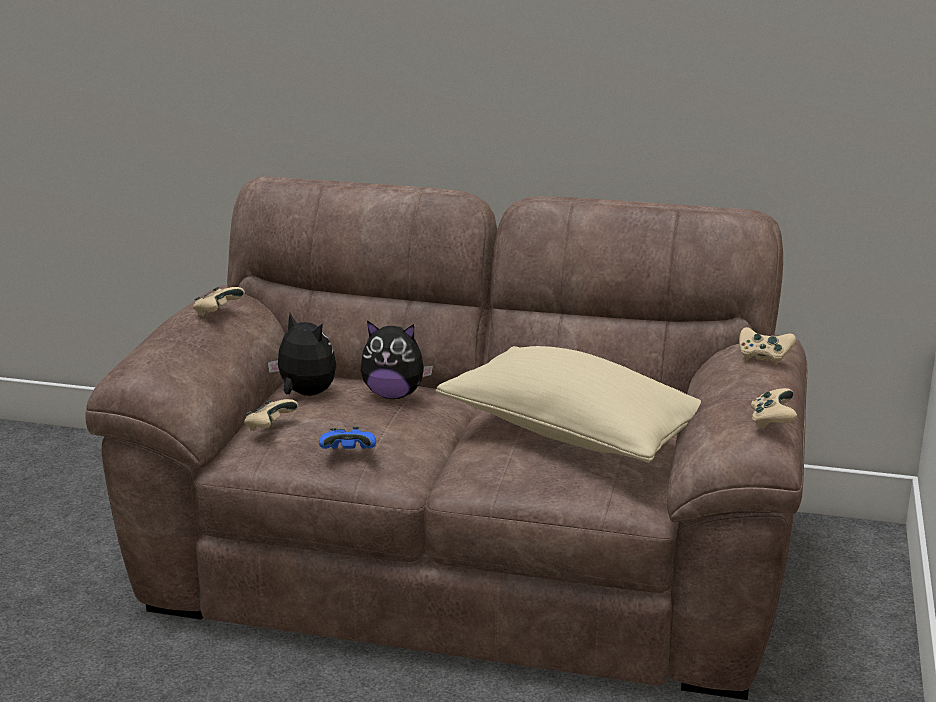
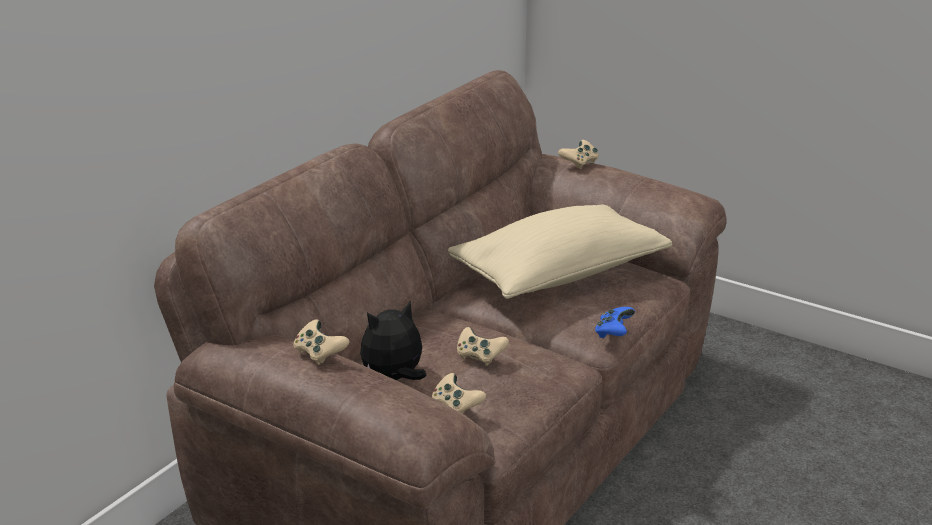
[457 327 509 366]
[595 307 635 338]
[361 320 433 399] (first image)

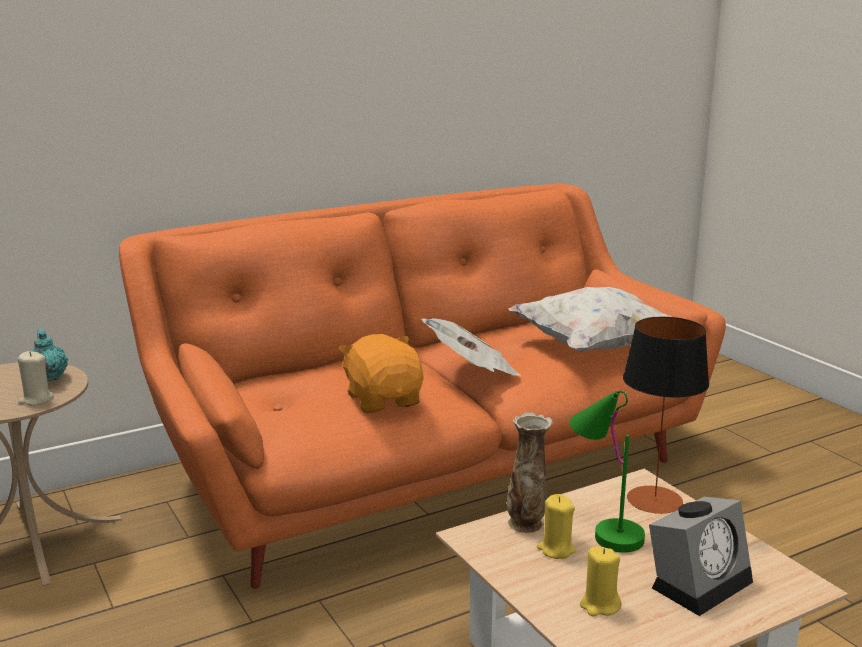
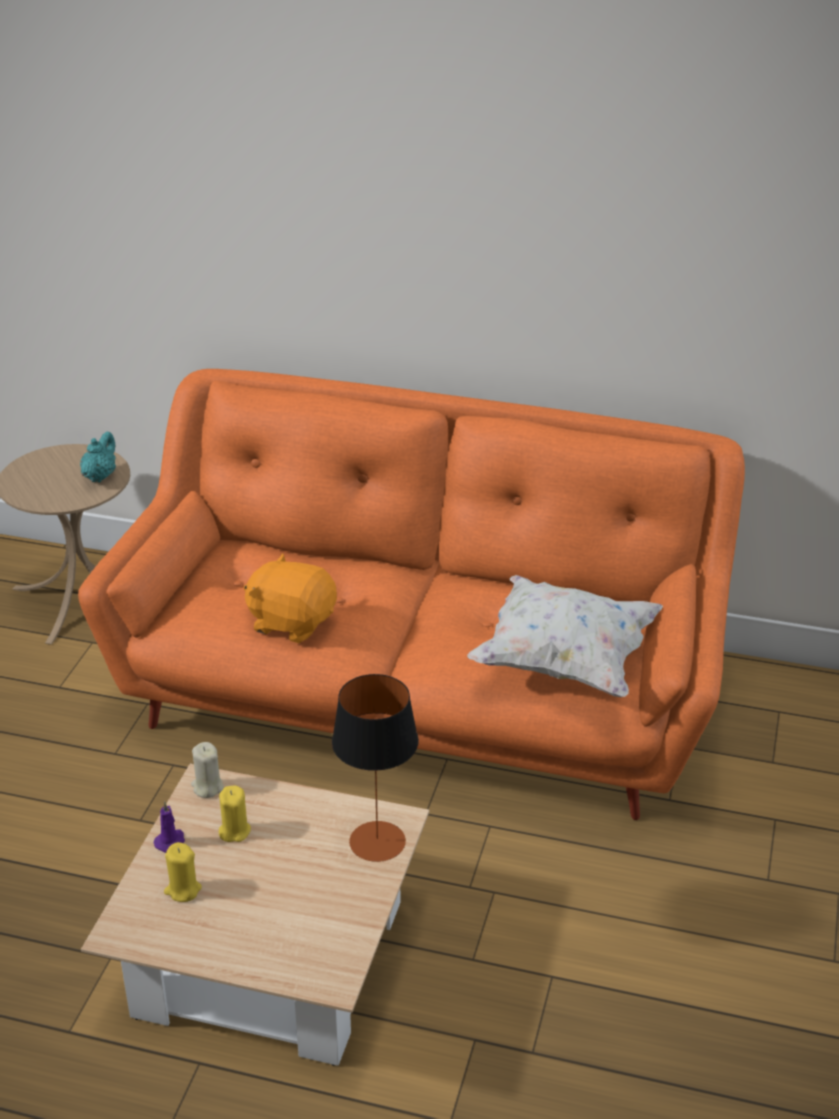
[154 801 185 853]
[191 742 224 798]
[244 553 337 643]
[422 318 522 376] (first image)
[507 412 553 533] (first image)
[569 391 645 553] (first image)
[649 497 753 616] (first image)

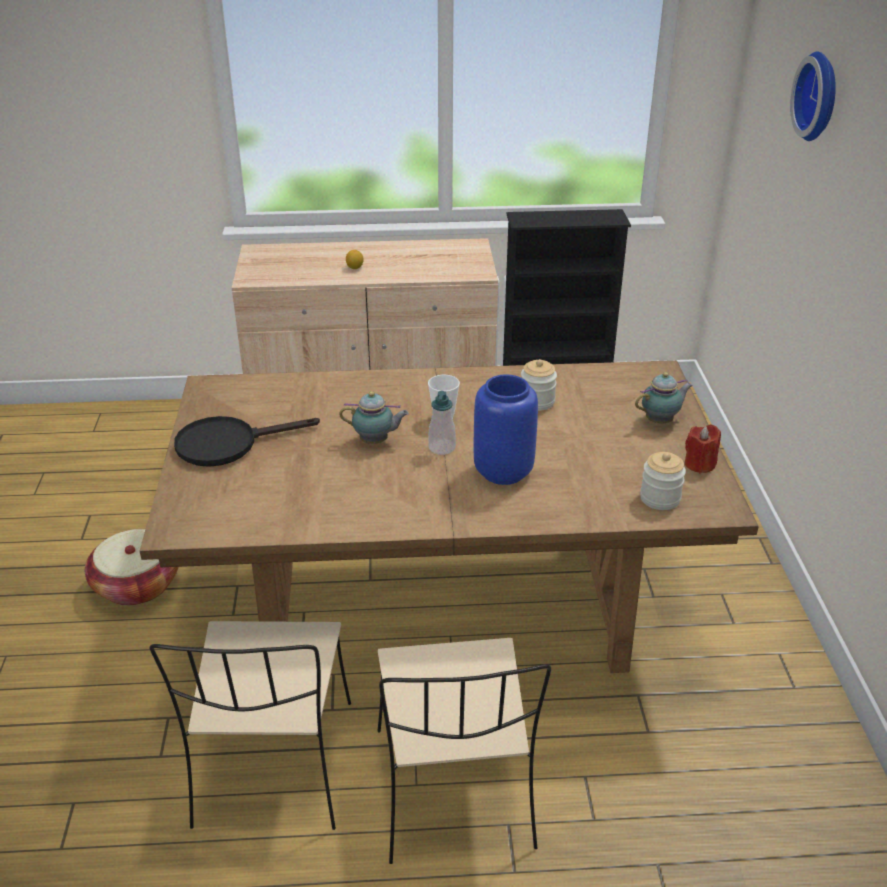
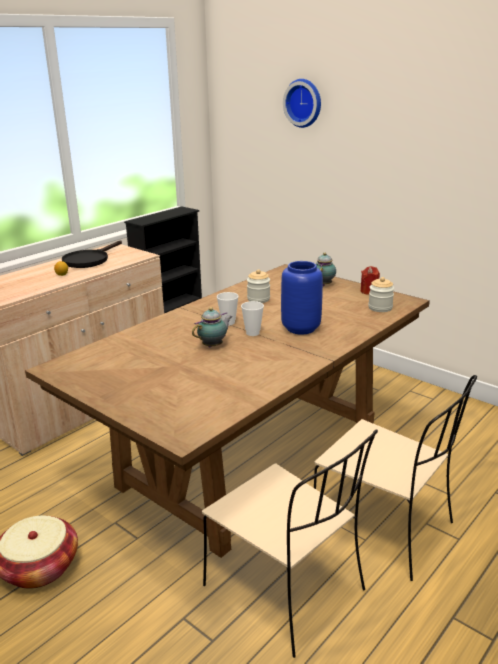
[62 240 122 268]
[241 301 264 336]

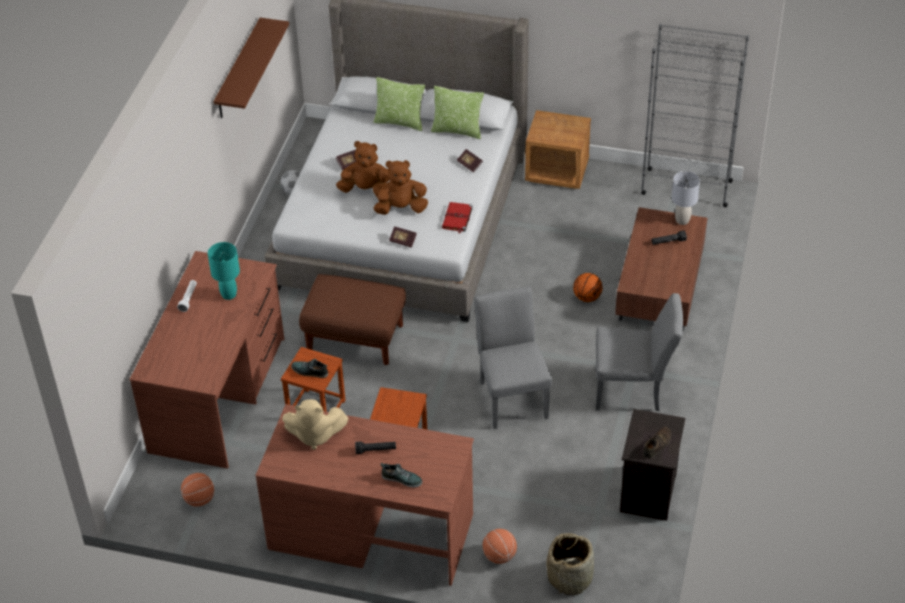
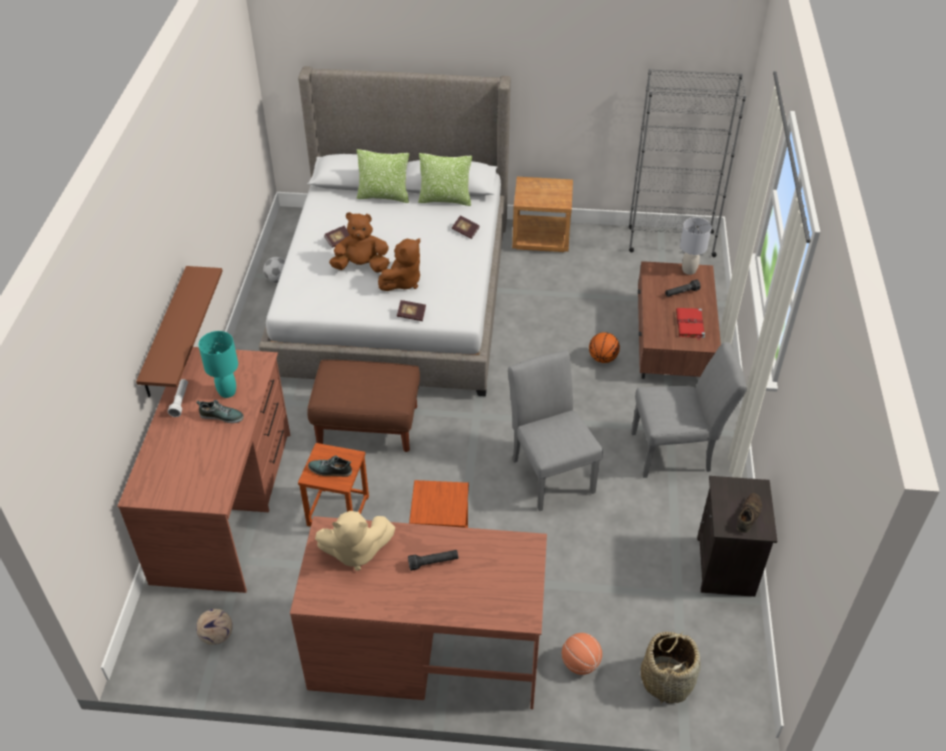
[136 266 223 397]
[196 400 244 423]
[196 609 233 645]
[378 238 420 291]
[676 308 705 340]

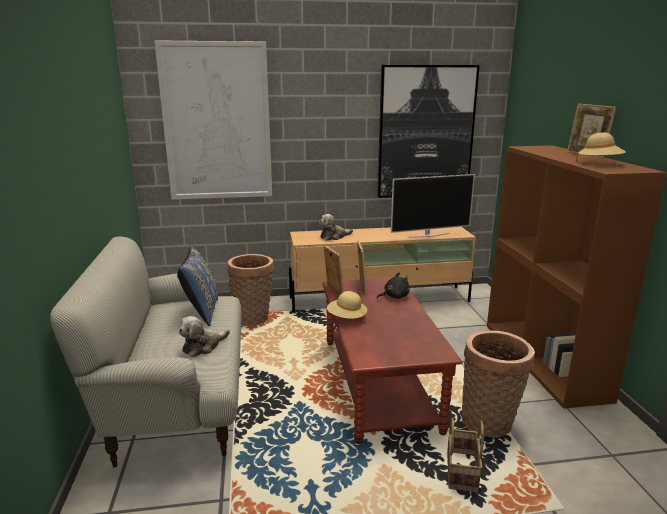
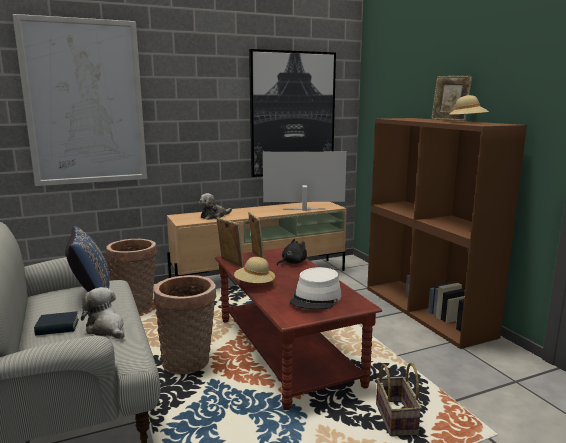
[34 311 79 336]
[81 287 125 339]
[154 275 216 374]
[263 152 347 211]
[290 267 342 310]

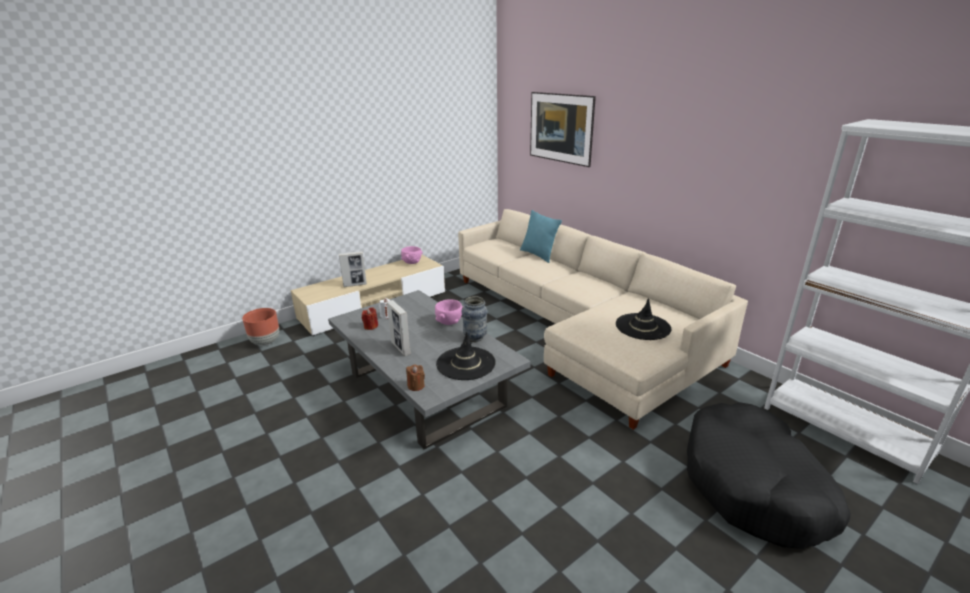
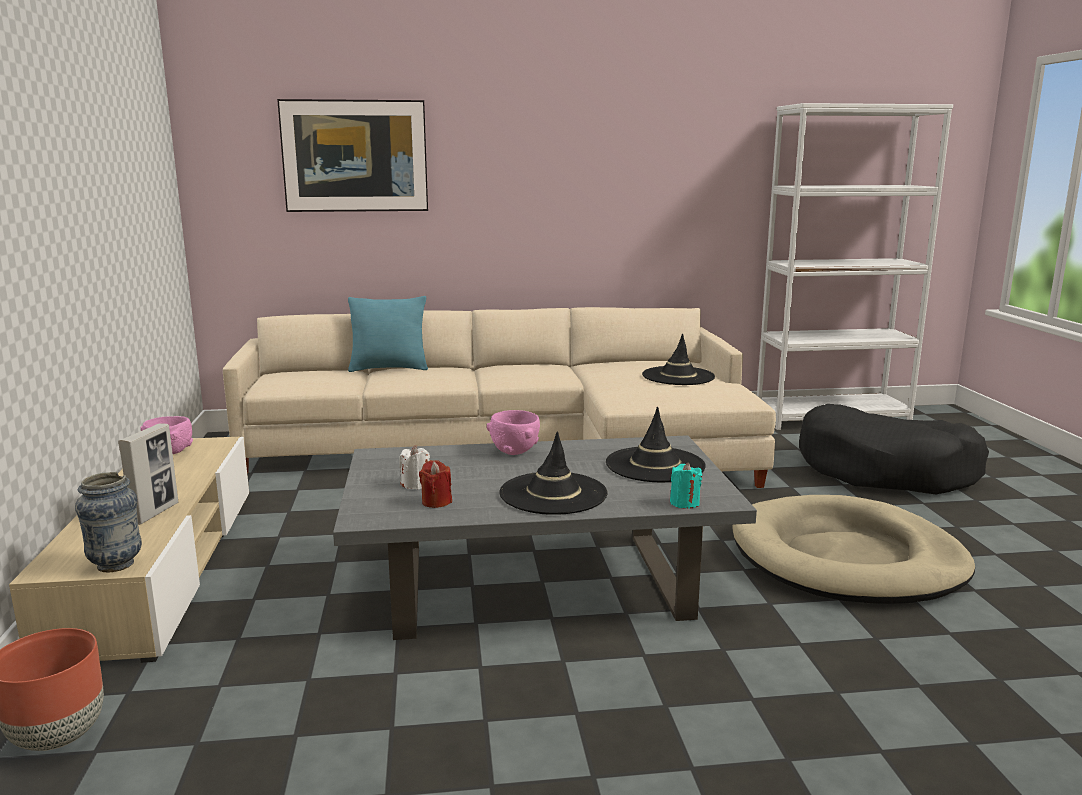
[75 472 142 572]
[499 431 607 515]
[670 463 702 509]
[732 495 975 604]

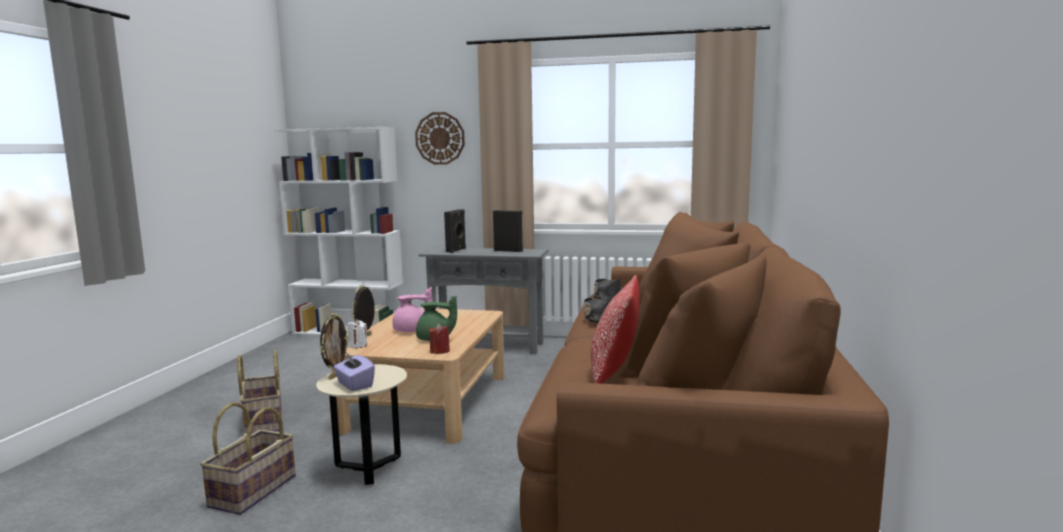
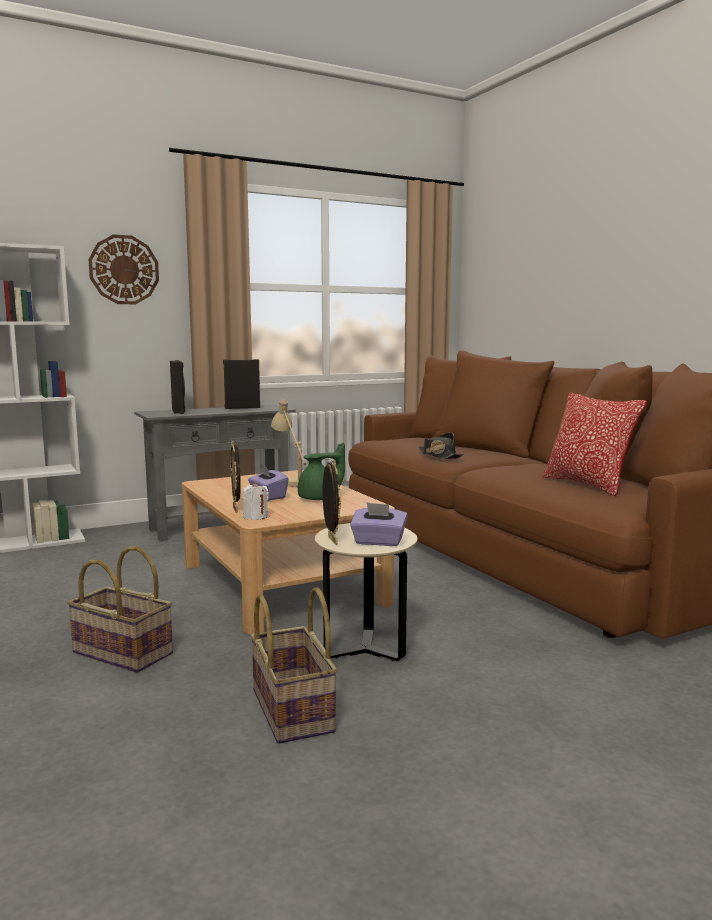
[248 464 288 501]
[271 400 306 487]
[429 323 450 354] (first image)
[592 278 623 300] (first image)

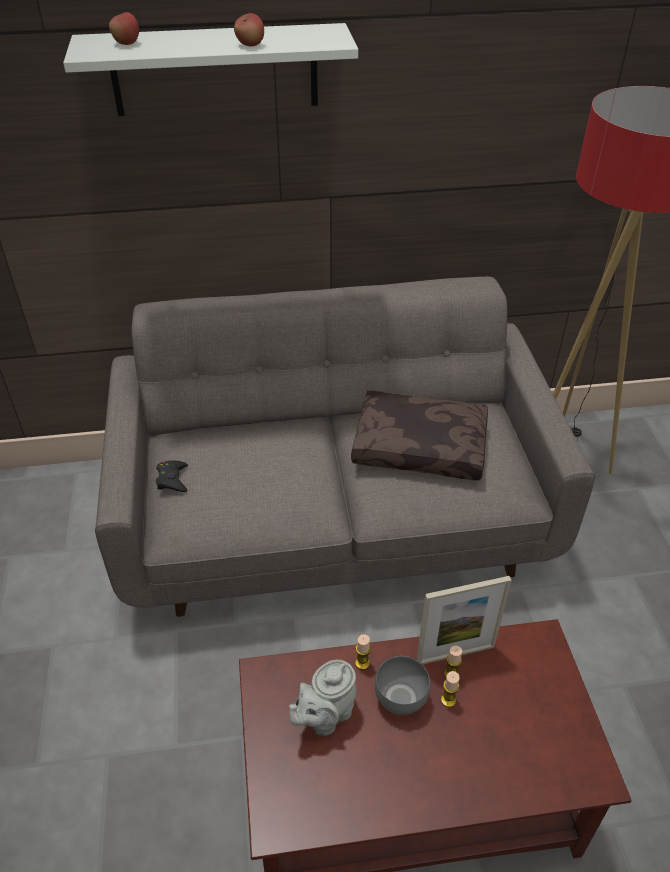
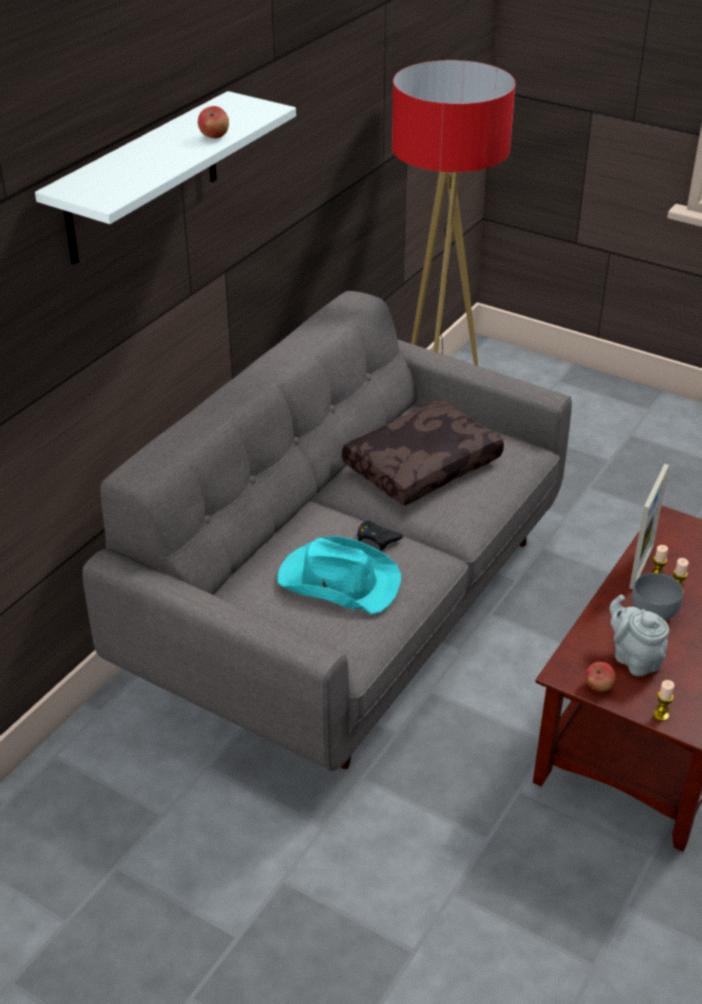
[277 536 401 614]
[357 521 403 551]
[585 662 615 692]
[610 594 669 676]
[654 680 674 721]

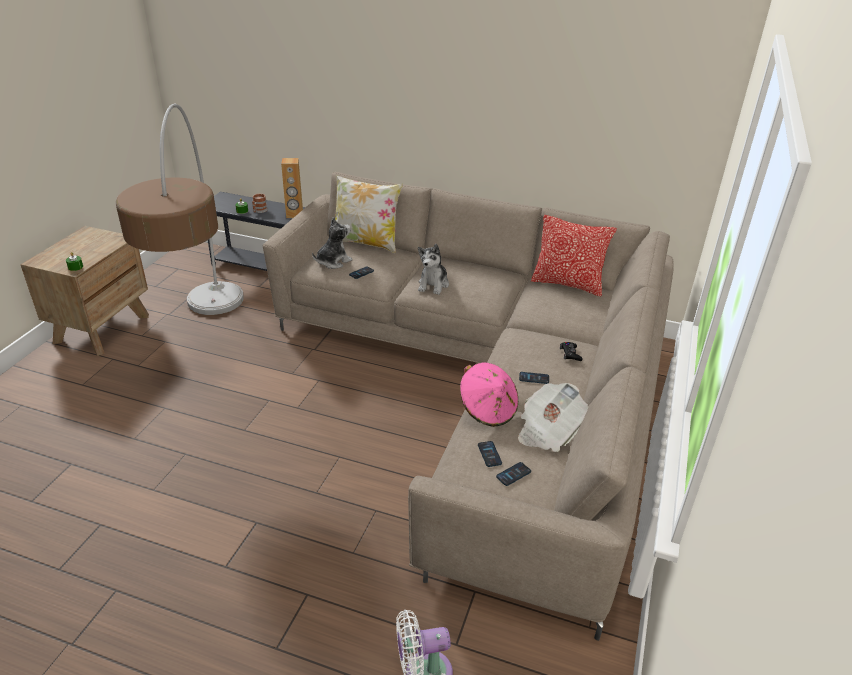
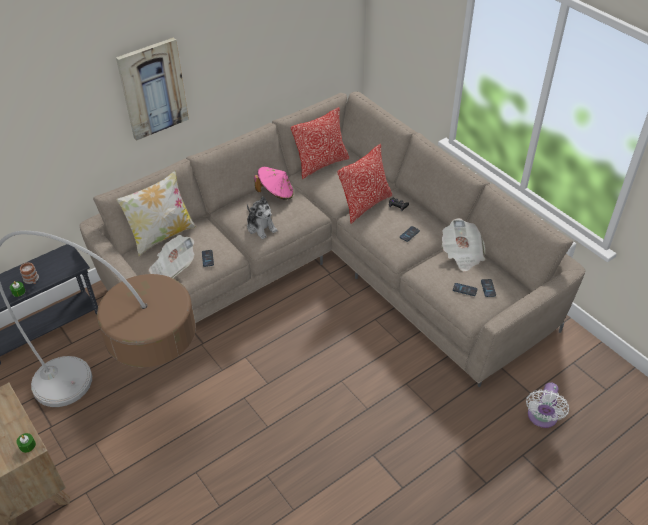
[116 37 189 141]
[149 235 195 278]
[254 167 294 200]
[337 144 392 224]
[281 158 303 218] (first image)

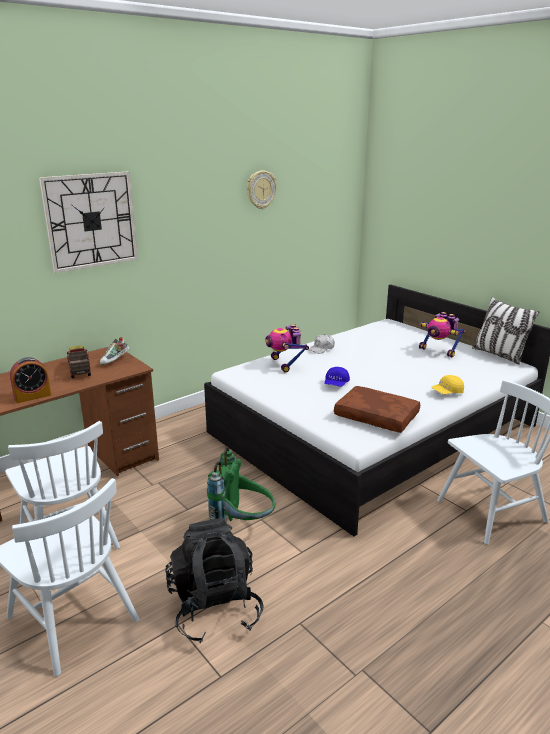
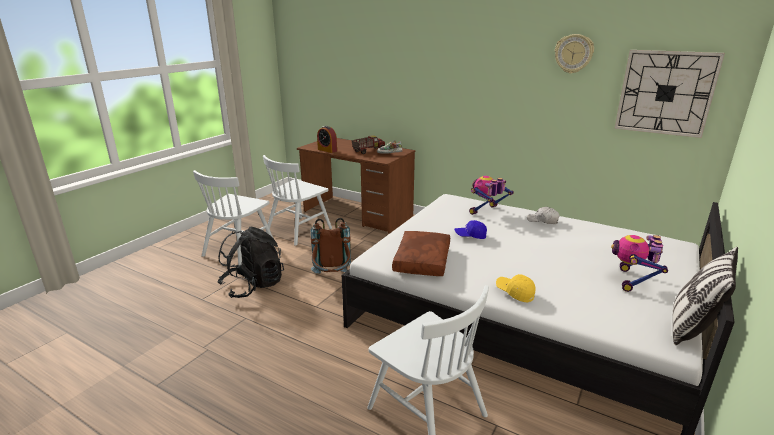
[311 218 351 274]
[614 50 725 138]

